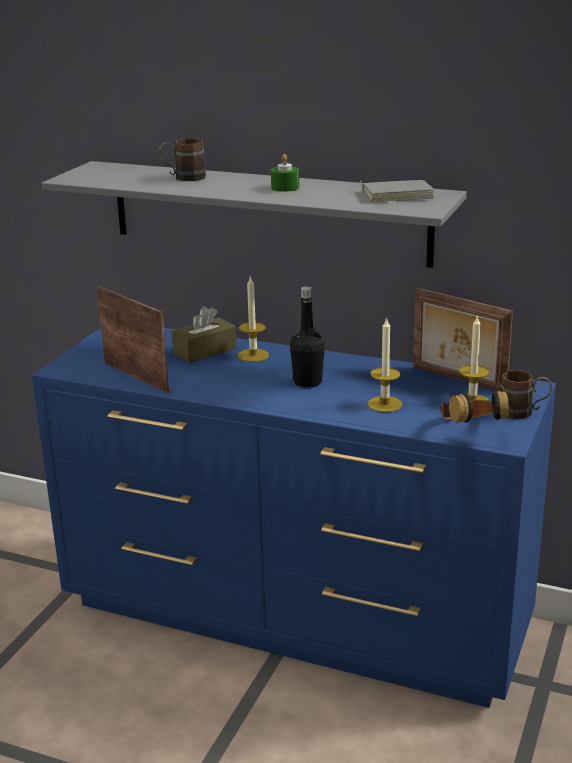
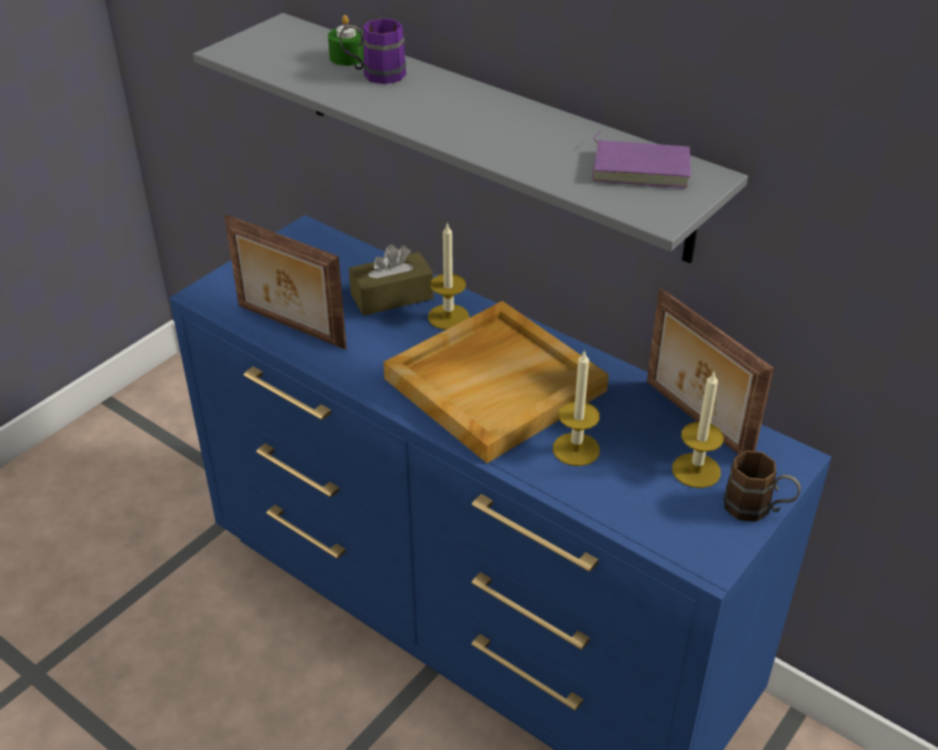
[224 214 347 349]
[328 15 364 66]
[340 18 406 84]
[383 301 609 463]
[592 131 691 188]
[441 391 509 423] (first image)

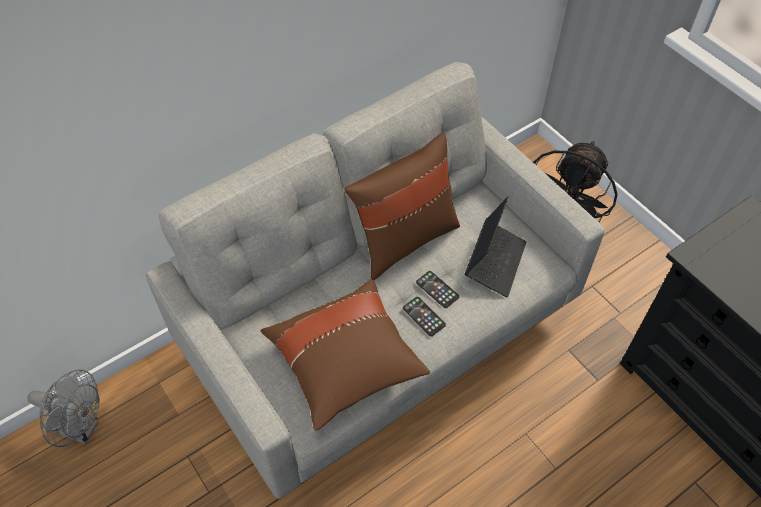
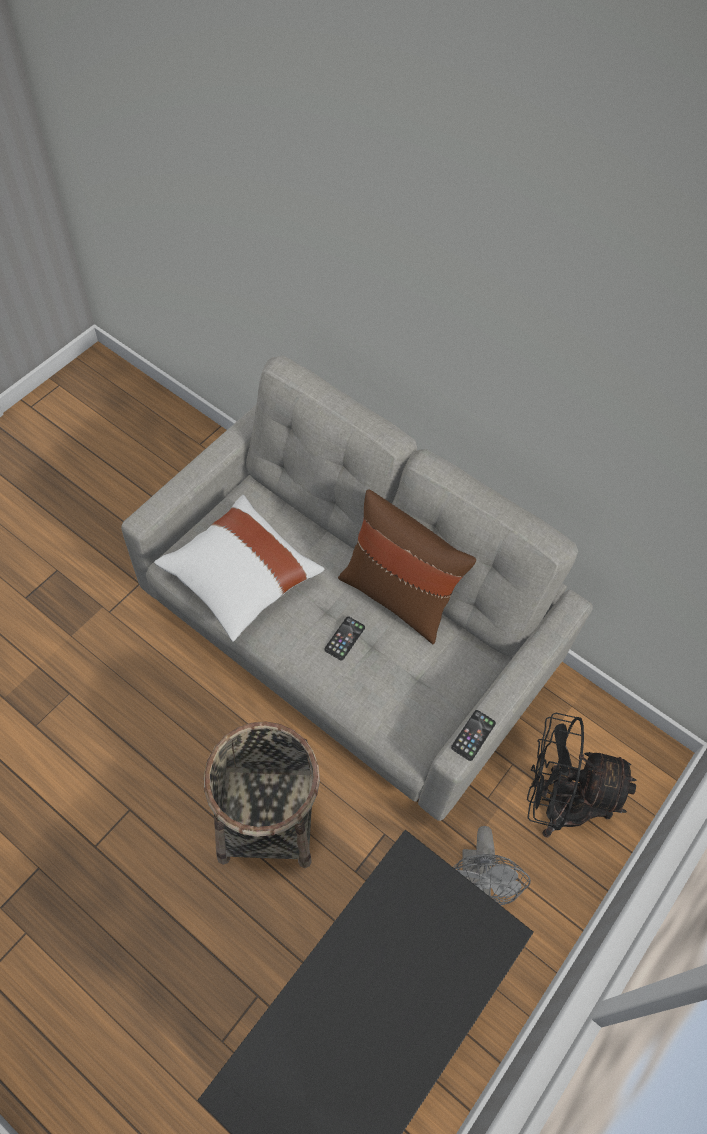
[154 495 324 642]
[204 721 320 868]
[451 710 496 761]
[453 826 531 905]
[465 196 526 297] (first image)

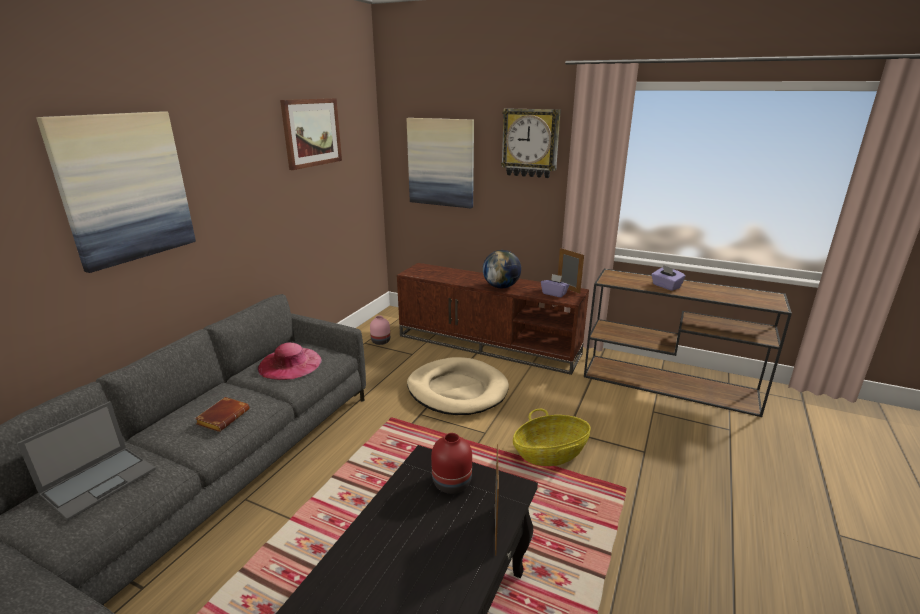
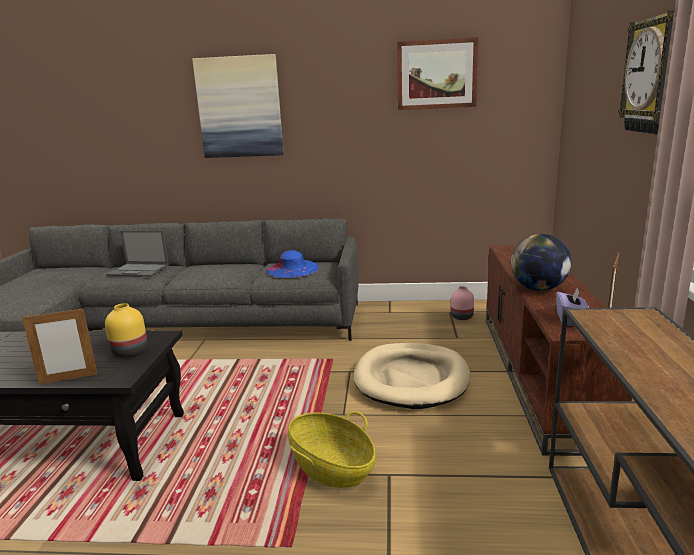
[105 303 147 358]
[266 250 319 278]
[195 397 249 432] (first image)
[407 118 474 208] (first image)
[651 265 686 291] (first image)

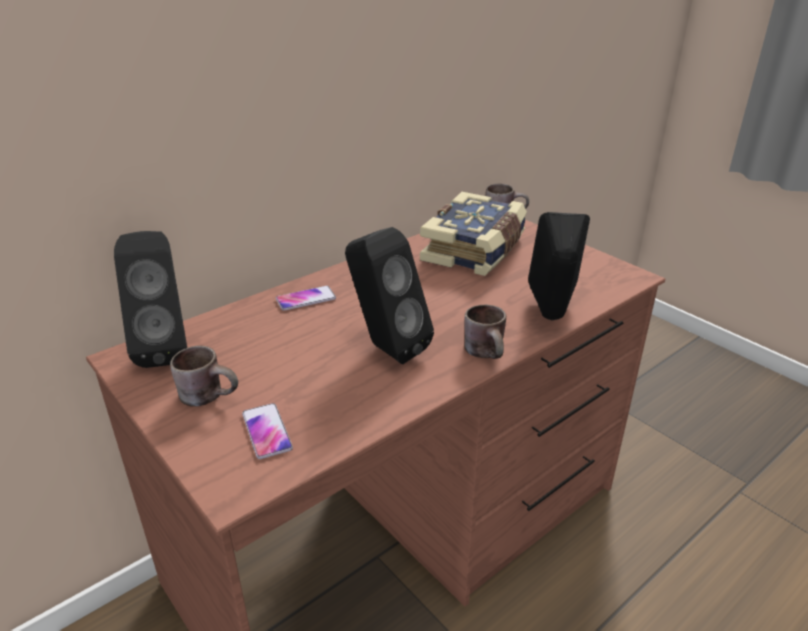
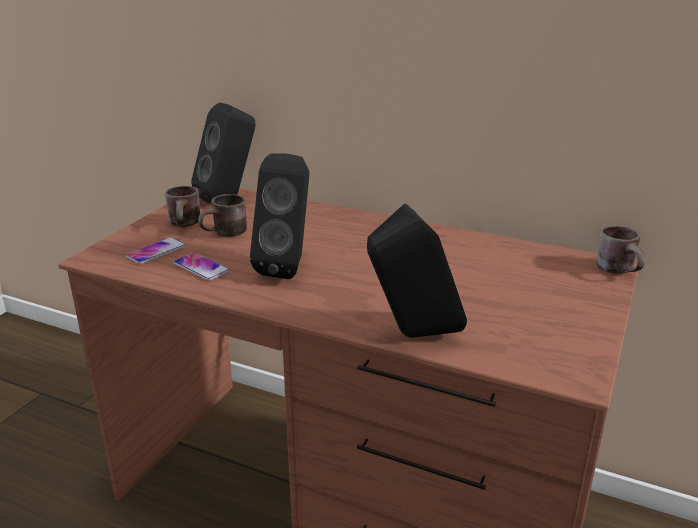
[174 253 230 281]
[198 194 247 237]
[420 192 527 276] (first image)

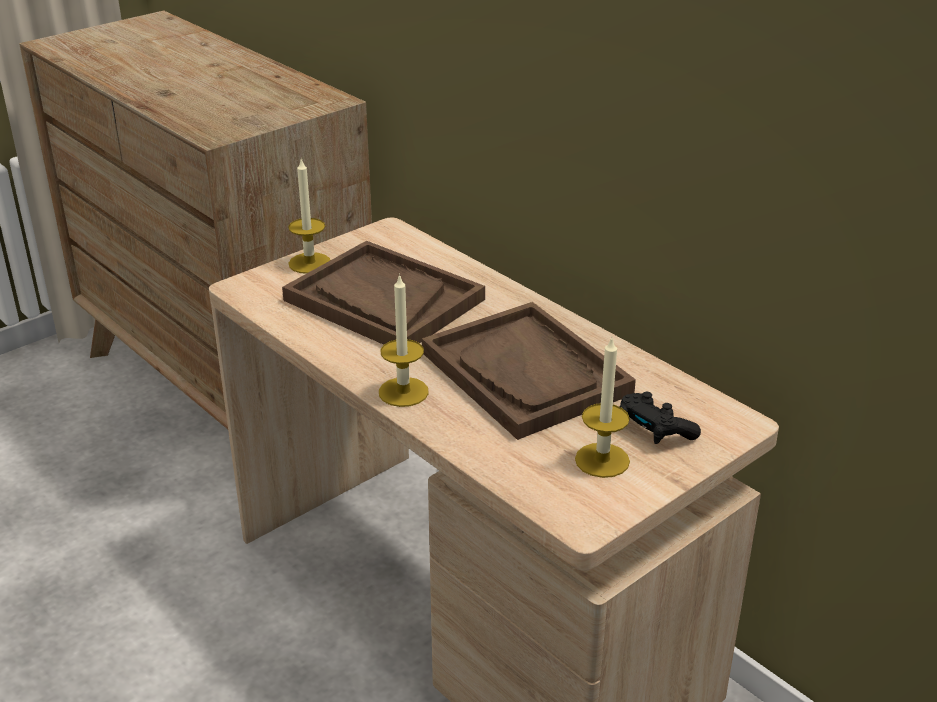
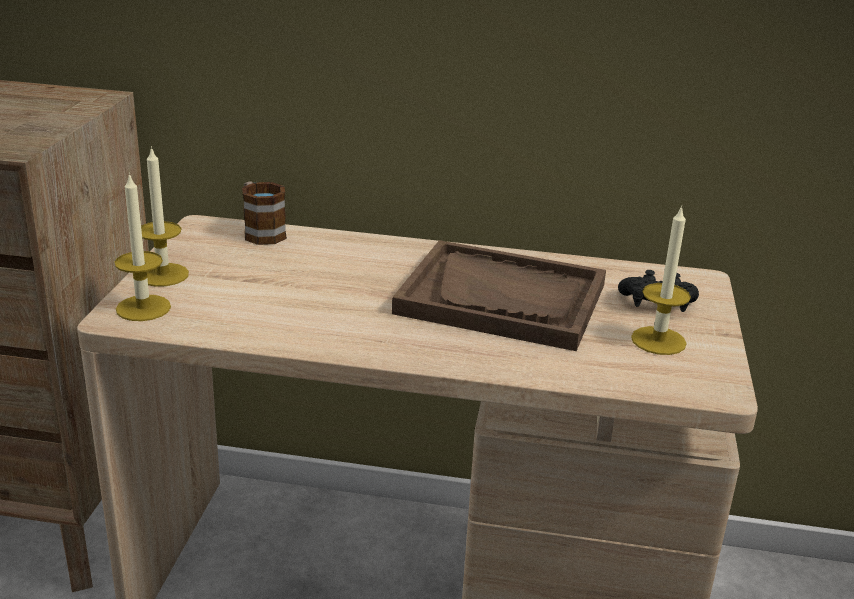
[115 173 171 321]
[242 182 287 245]
[282 241 485 345] (first image)

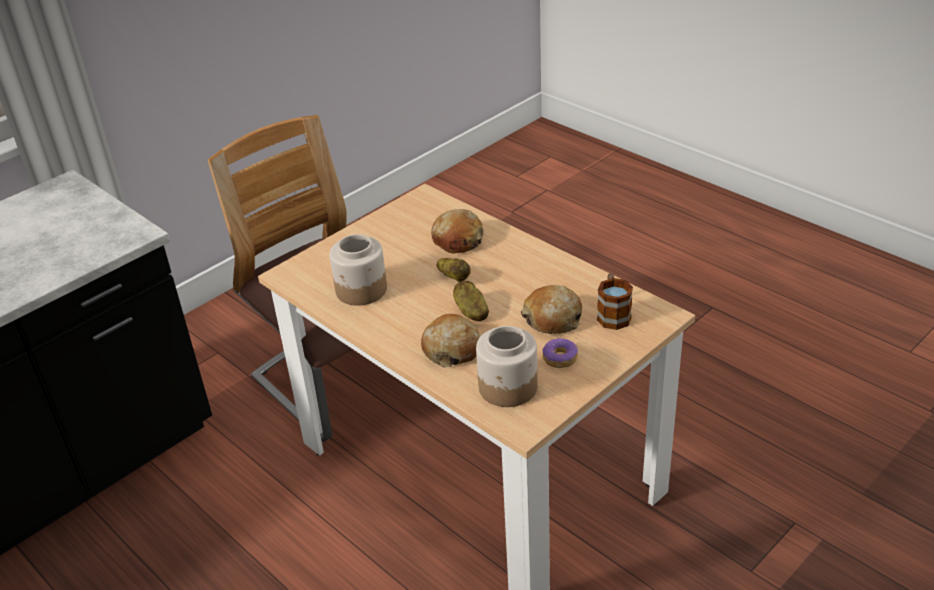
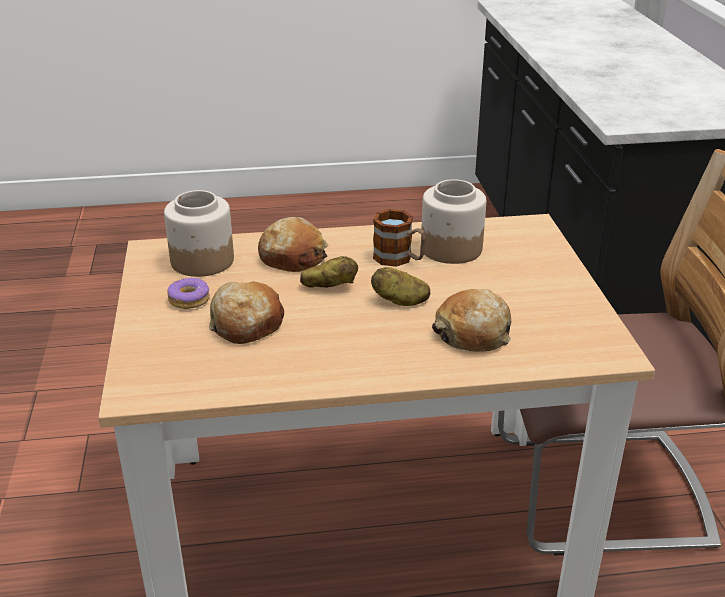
[373 209 426 267]

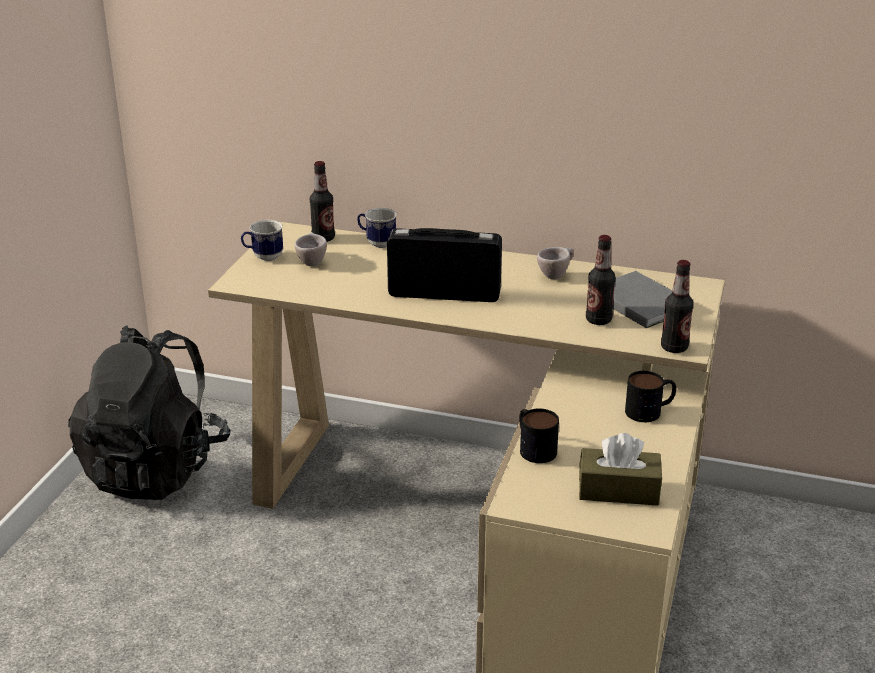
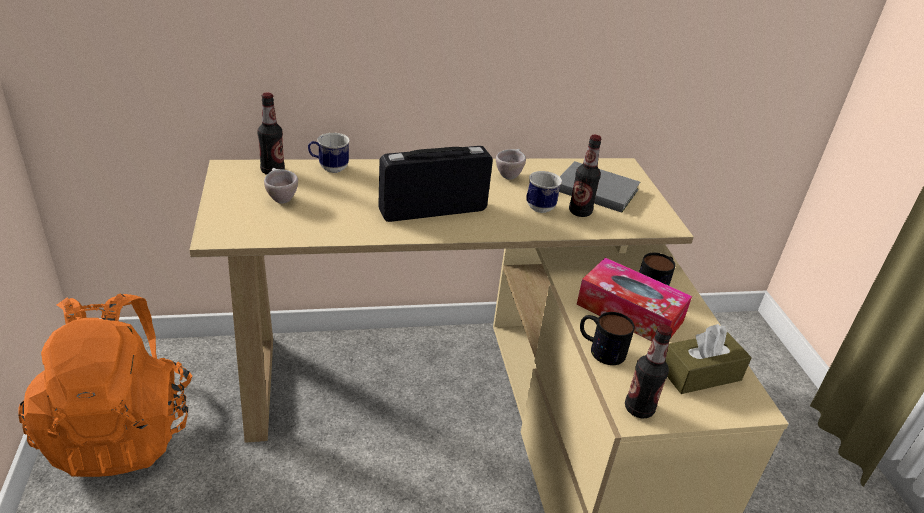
[18 293 192 477]
[526 171 562 213]
[576 257 692 341]
[625 324 672 418]

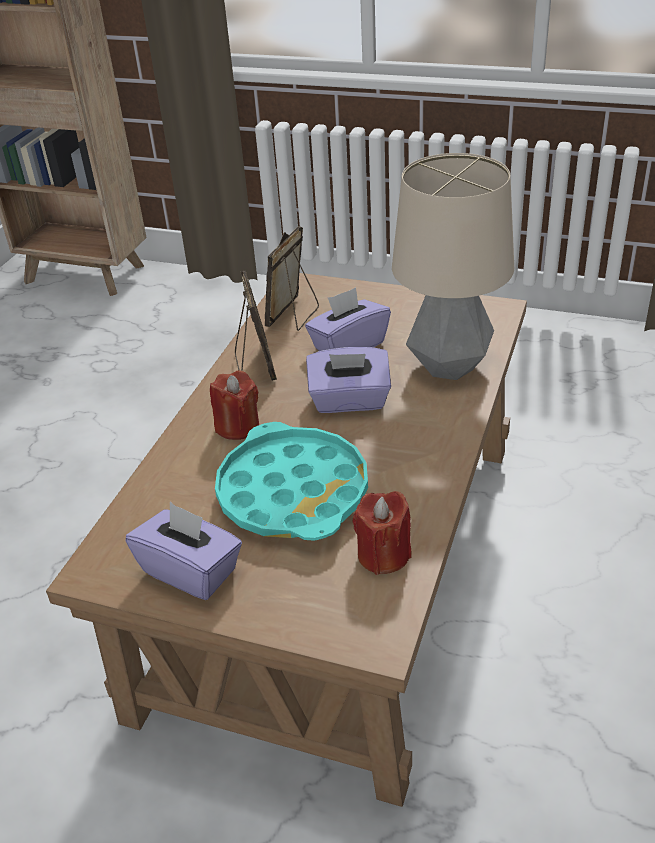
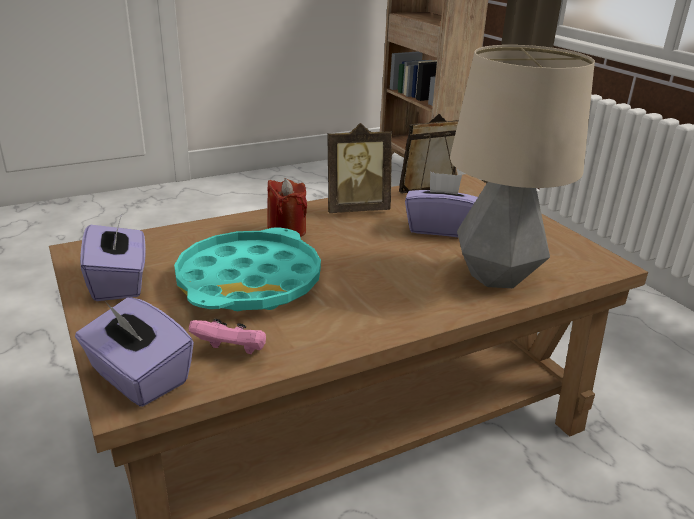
[75 297 194 407]
[189 319 266 354]
[328 123 392 213]

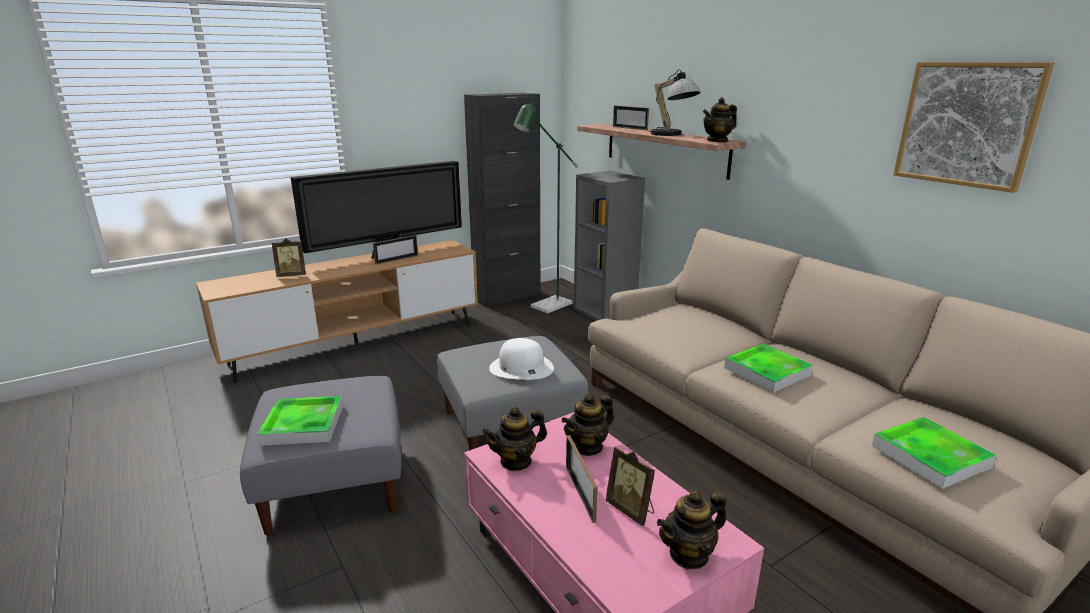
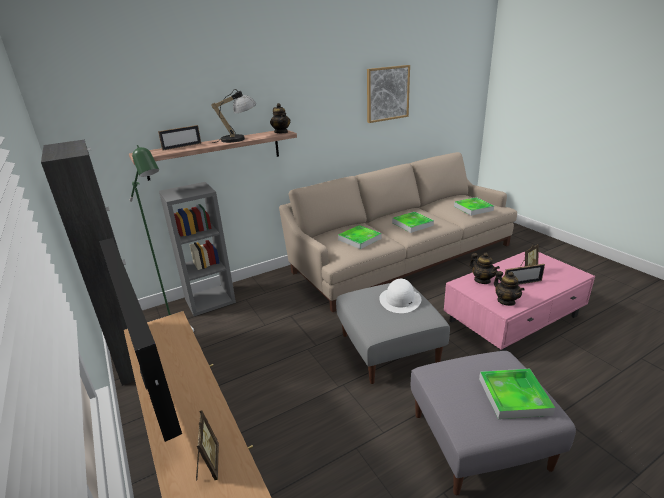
[338 225 382 249]
[373 235 418 264] (first image)
[657 491 726 569] (first image)

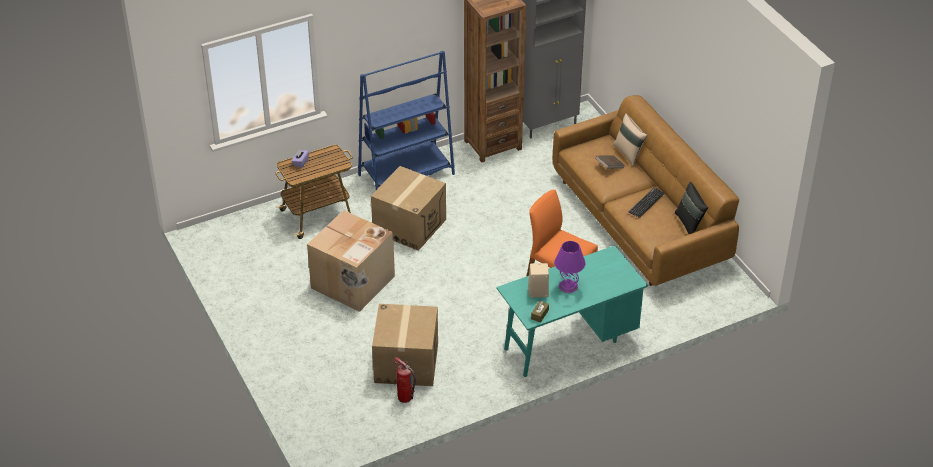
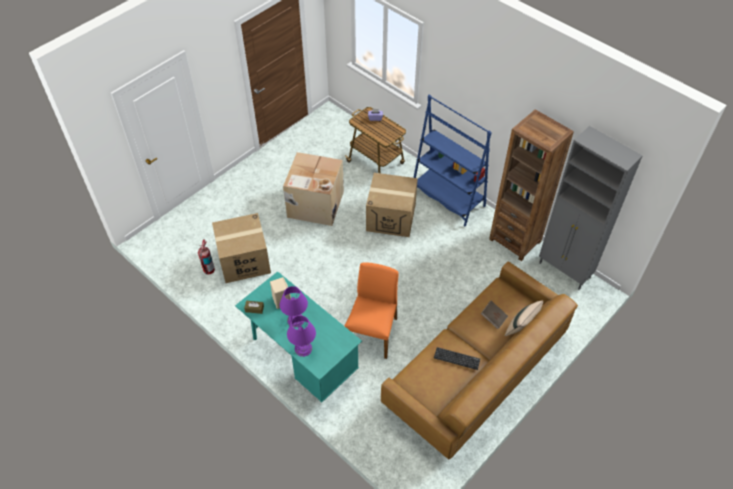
[287 315 316 357]
[675 182 708 234] (first image)

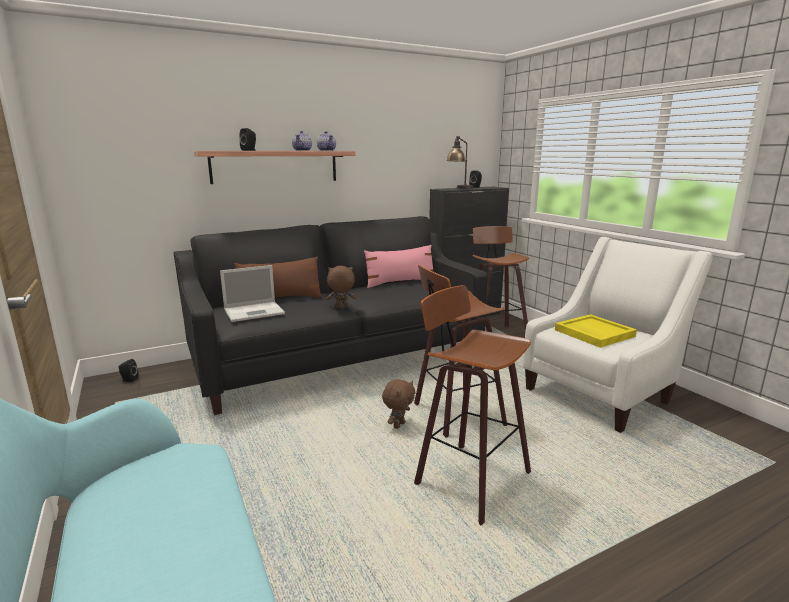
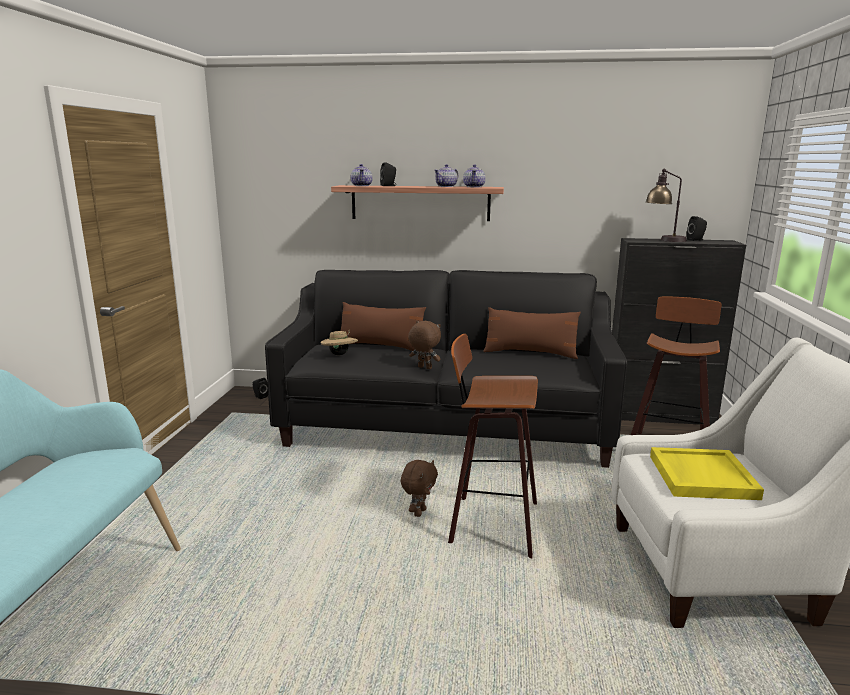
[320 331 358 355]
[351 164 373 186]
[401 460 438 517]
[483 307 581 359]
[414 285 531 526] (first image)

